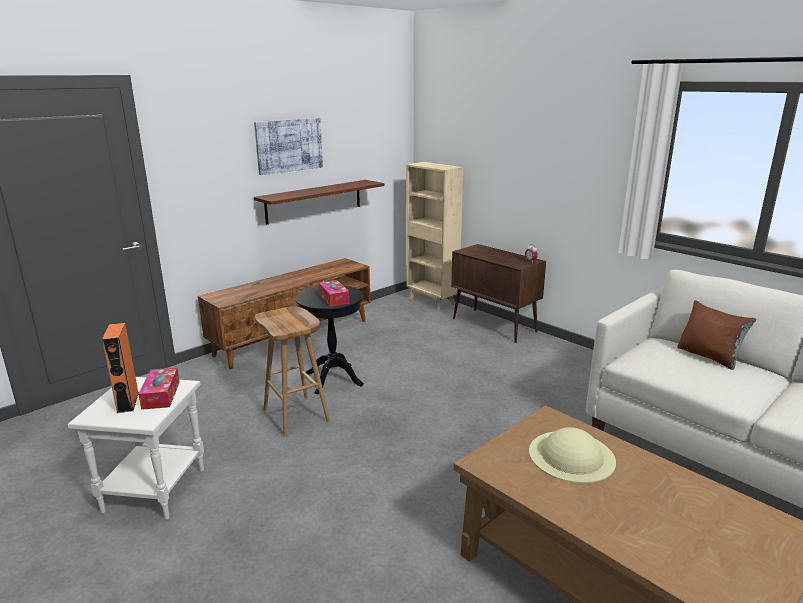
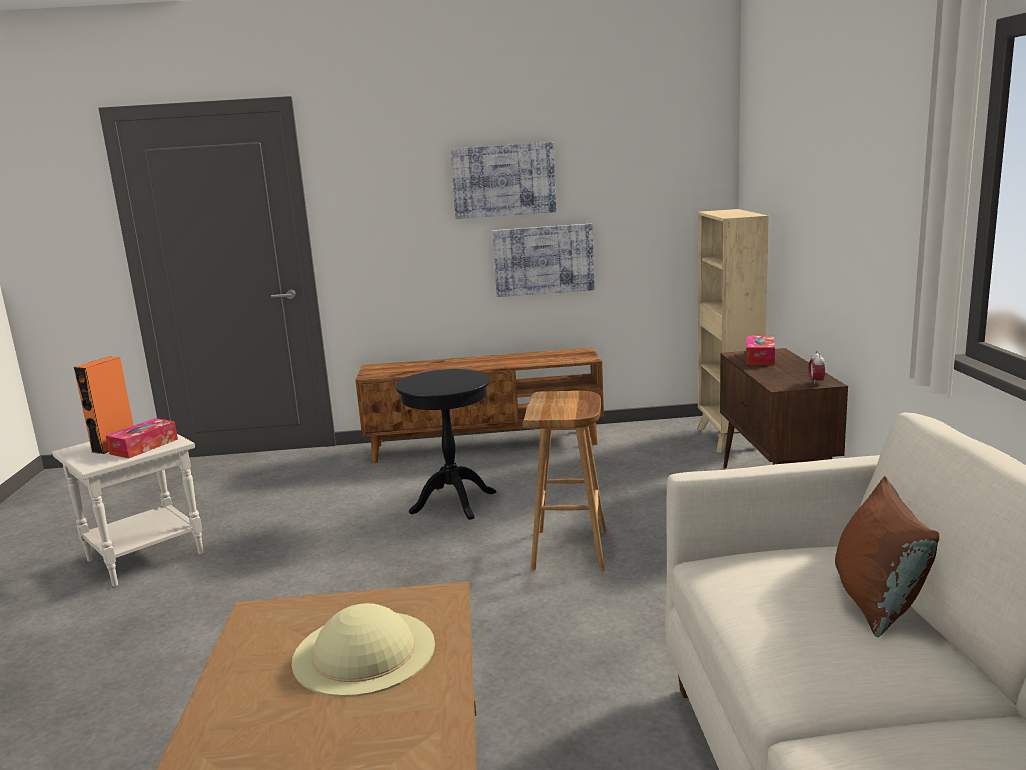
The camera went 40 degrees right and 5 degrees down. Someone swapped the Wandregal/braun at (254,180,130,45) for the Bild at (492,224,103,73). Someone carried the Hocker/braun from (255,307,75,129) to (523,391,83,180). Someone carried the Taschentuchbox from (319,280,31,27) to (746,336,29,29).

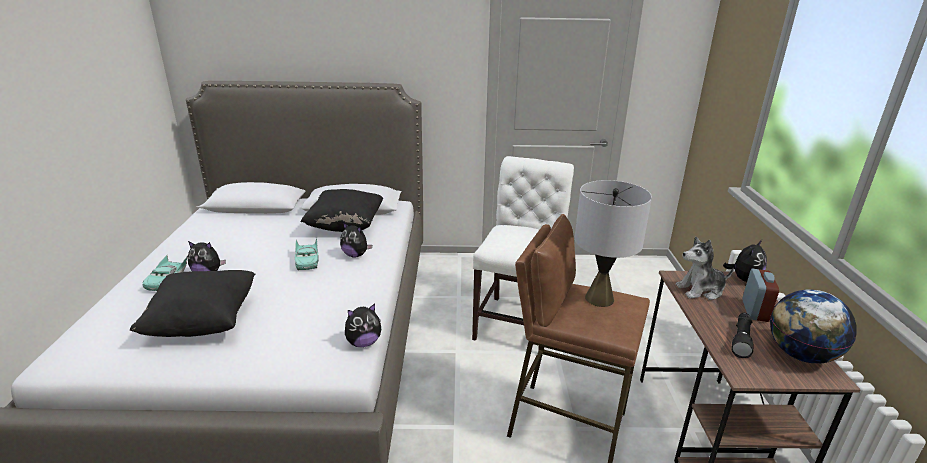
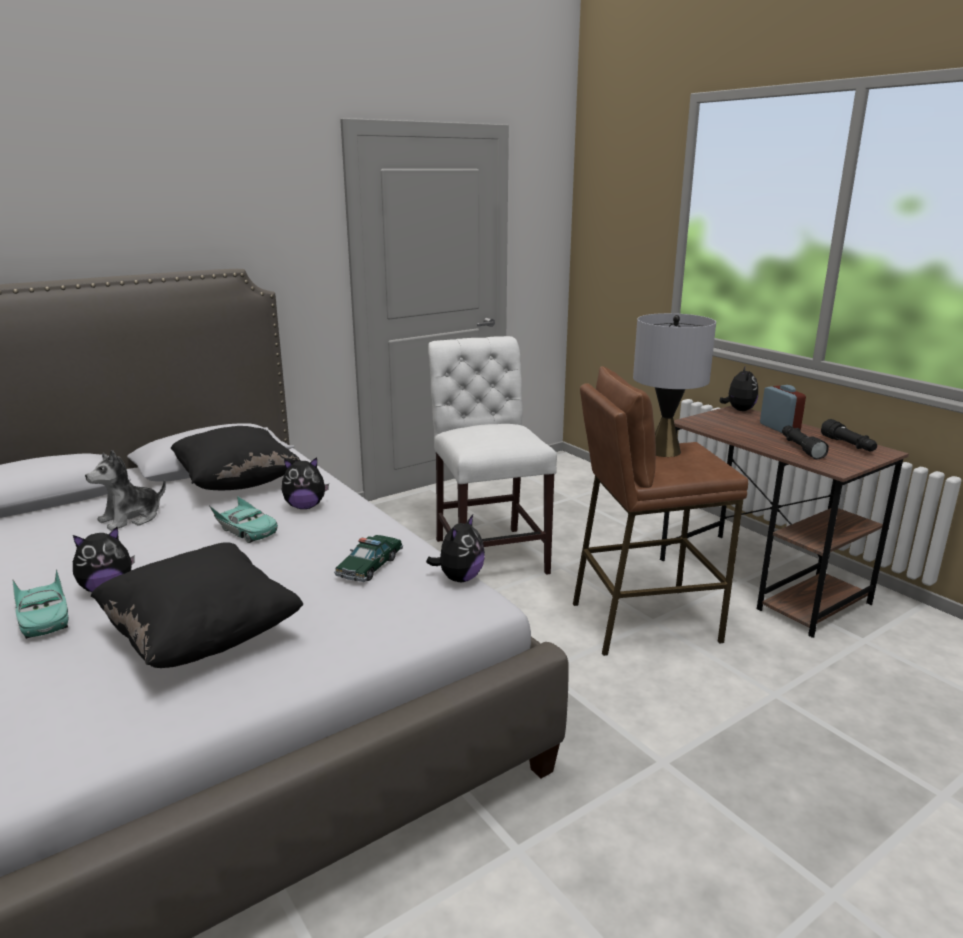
The camera went 35 degrees left and 5 degrees down. Someone carried the Plüschtier from (676,237,58,63) to (85,450,81,81). Someone swapped the Globus at (770,289,87,74) for the Taschenlampe/schwarz at (821,419,56,32). Someone put down the Spielzeugauto at (334,535,69,47).

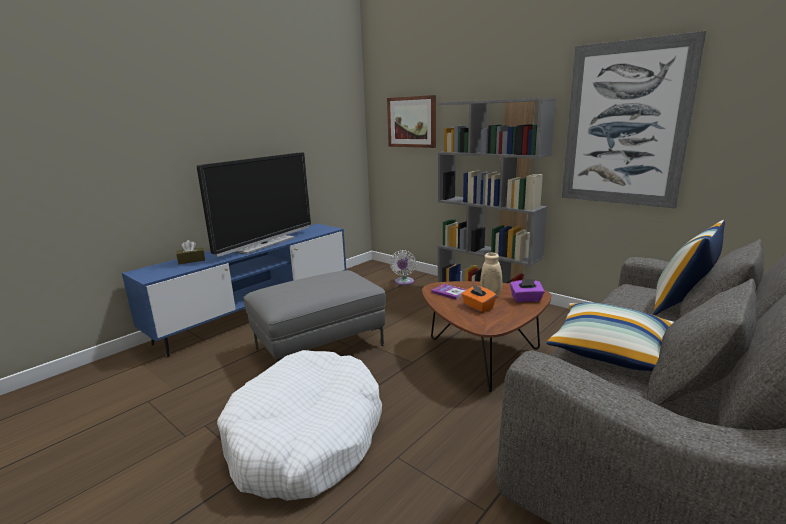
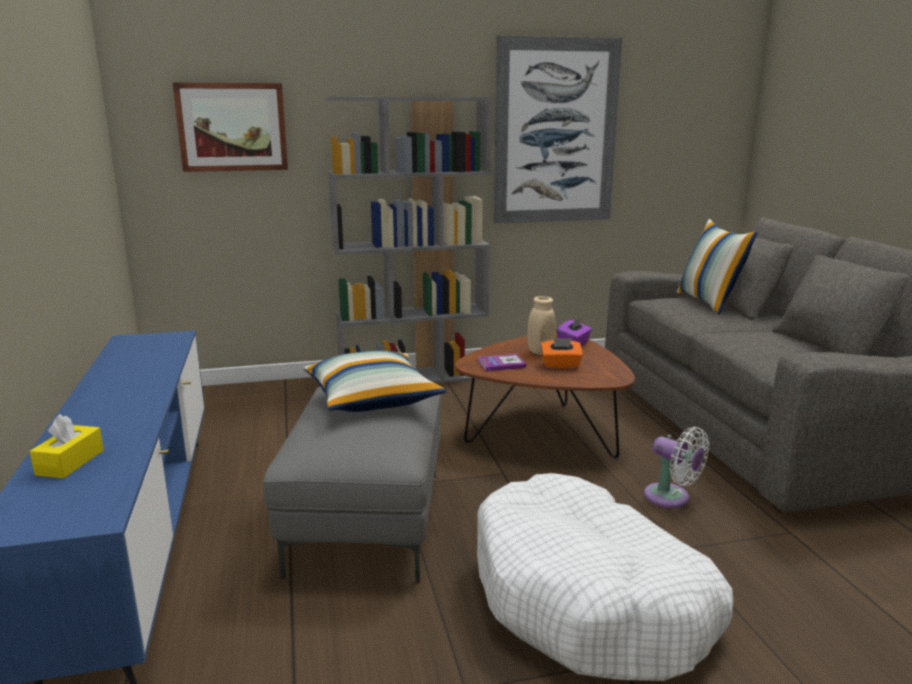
The camera went 55 degrees left and 0 degrees up. Someone repainted the Taschentuchbox/braun at (176,240,29,24), which became the Taschentuchbox/gelb at (30,414,74,65). Someone took away the Fernseher at (197,152,114,105). Someone carried the Ventilator/weiß from (390,250,26,35) to (644,427,65,81). Someone carried the Kissen from (546,303,128,68) to (304,351,143,61).

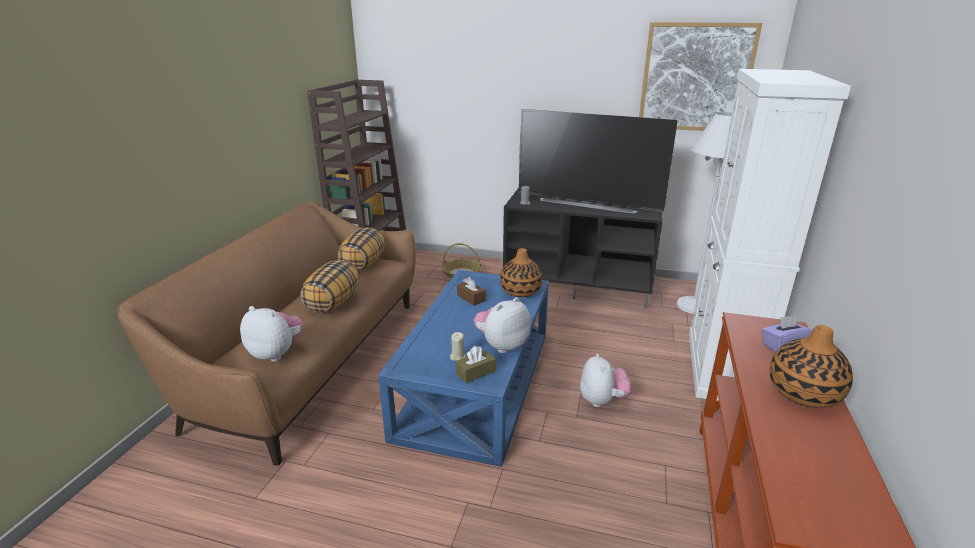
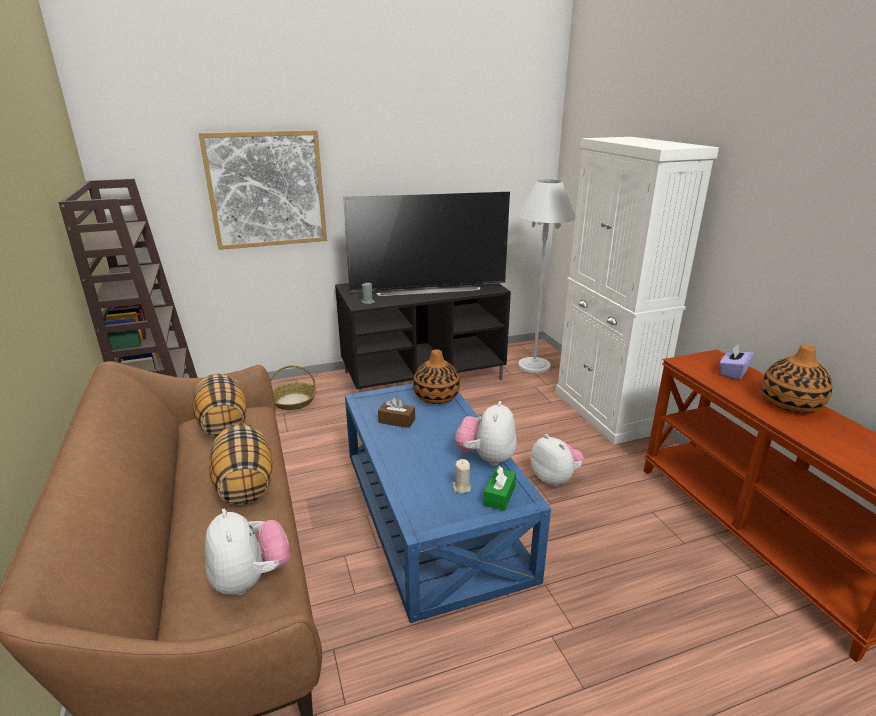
The camera went 35 degrees left and 0 degrees up. Someone rotated the Plüschtier at (240,306,63,56) by 75 degrees clockwise. Someone repainted the Taschentuchbox/braun at (456,346,40,37), which became the Taschentuchbox/grün at (484,466,32,45). Someone carried the Bild from (639,22,123,109) to (198,130,129,120).

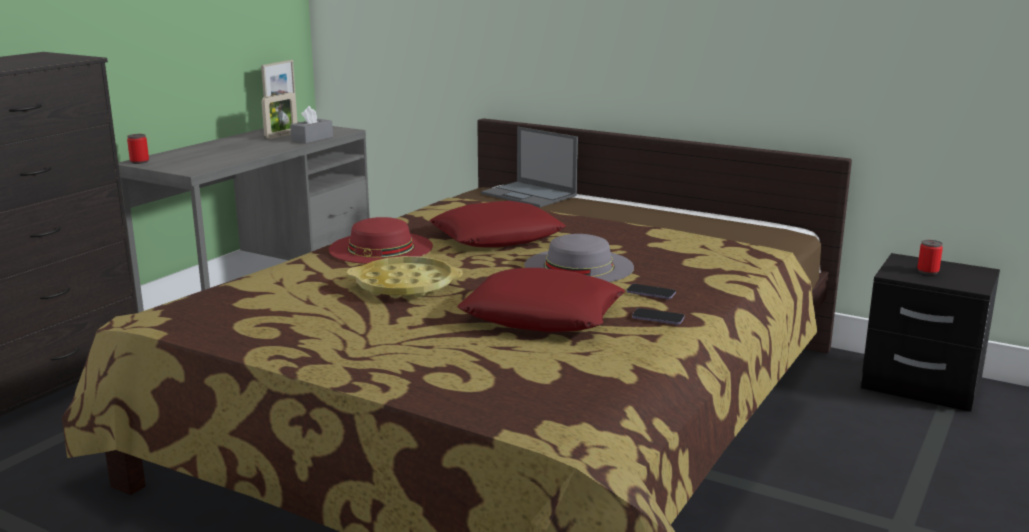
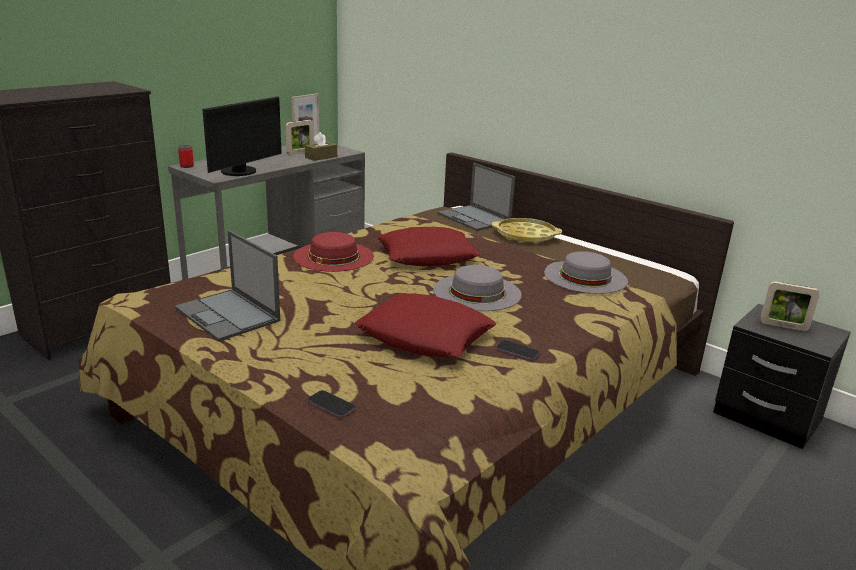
The camera went 10 degrees right and 5 degrees up. Someone repainted the Taschentuchbox/grau at (290,106,43,38), which became the Taschentuchbox/braun at (305,132,32,29). Someone carried the Tablett/gelb from (347,256,115,42) to (492,218,70,26). Someone carried the Handy from (626,284,50,15) to (308,390,48,28). Someone swapped the Dose at (917,240,26,35) for the Bilderrahmen at (760,281,60,50). Someone put down the Laptop at (175,230,105,111). Someone put down the Monitor at (202,96,80,80). Someone put down the Hut/grau at (544,251,84,43).

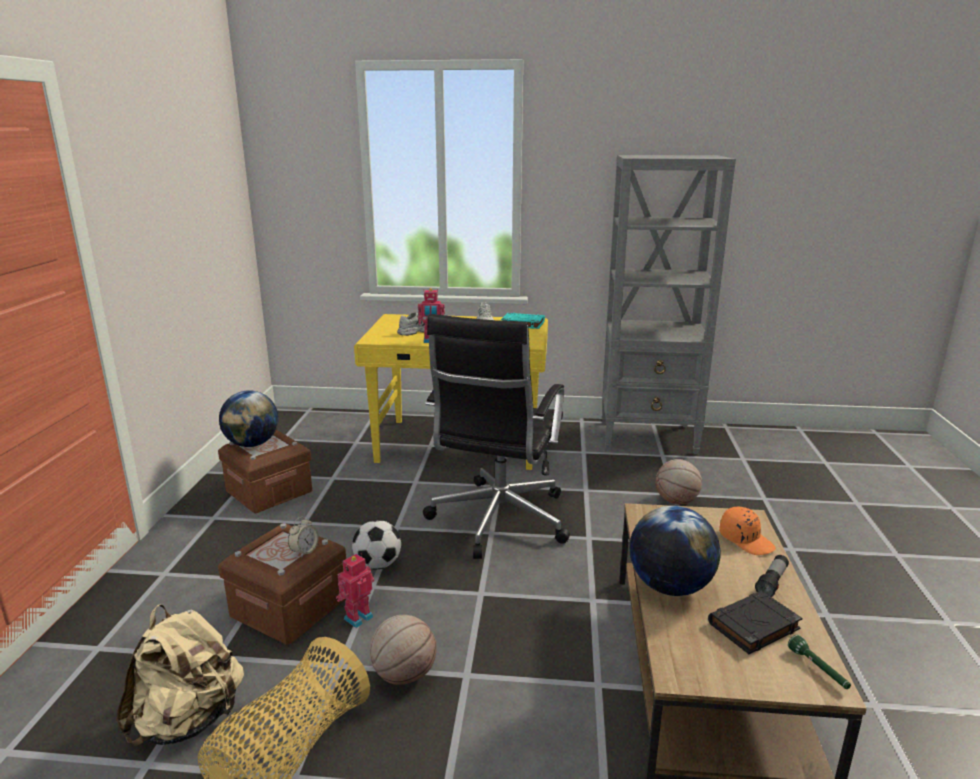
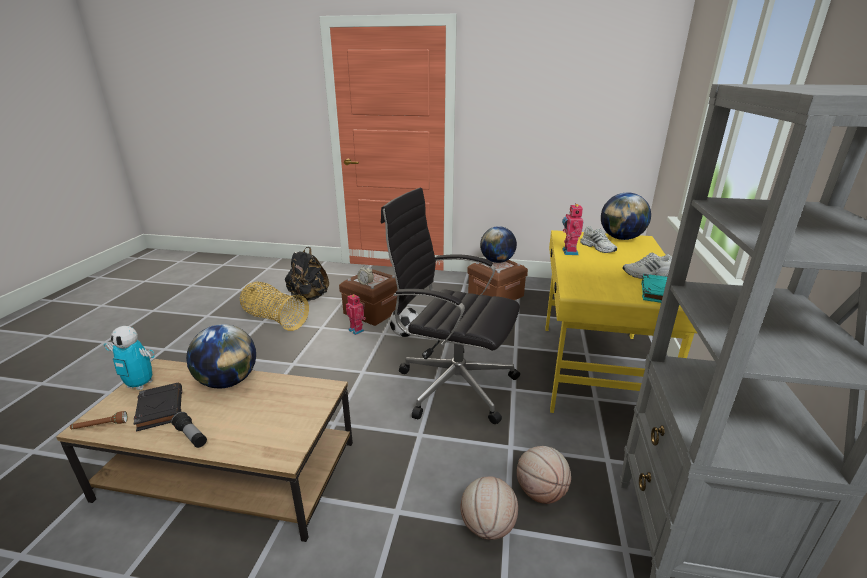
The camera went 95 degrees right and 5 degrees up. Someone repainted the Rucksack/beige at (117,604,127,142), which became the Rucksack/schwarz at (285,247,44,55). Someone carried the Basketball from (370,615,66,70) to (517,446,54,58). Someone took away the Kappe/orange at (719,507,57,48). Someone repainted the Taschenlampe/grün at (788,635,63,54), which became the Taschenlampe/braun at (70,411,58,18). Someone put down the Spielzeugroboter at (104,326,51,64). Someone put down the Globus at (601,192,50,48).

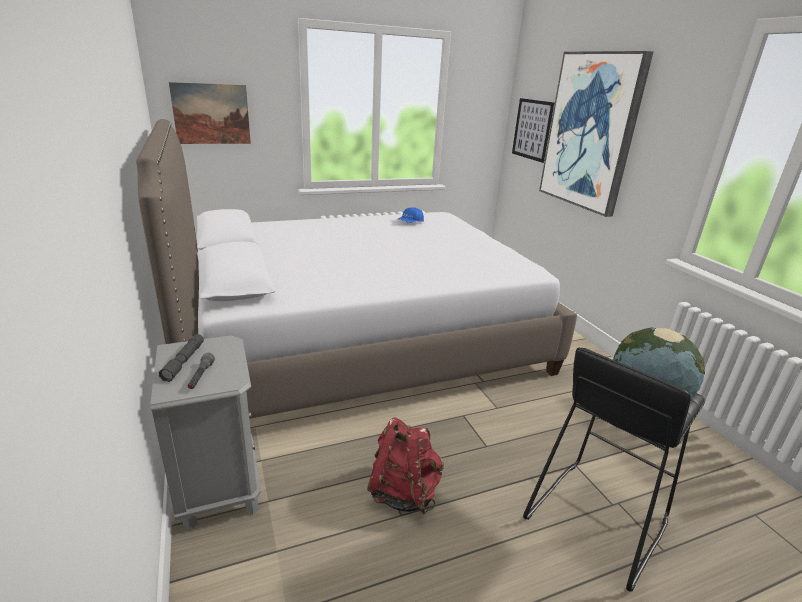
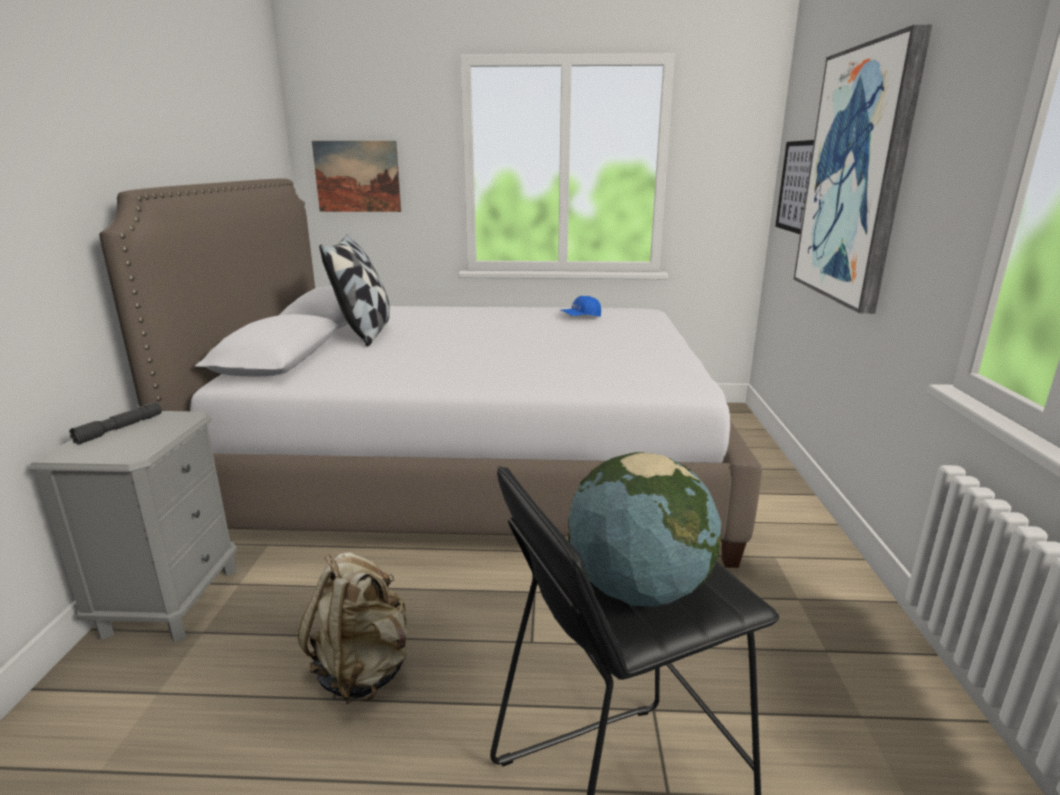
The camera went 25 degrees right and 5 degrees down. Someone took away the Taschenlampe/grau at (188,353,27,36). Someone repainted the Rucksack/rot at (367,417,77,98), which became the Rucksack/beige at (298,552,110,152). Someone put down the Kissen at (319,234,71,112).

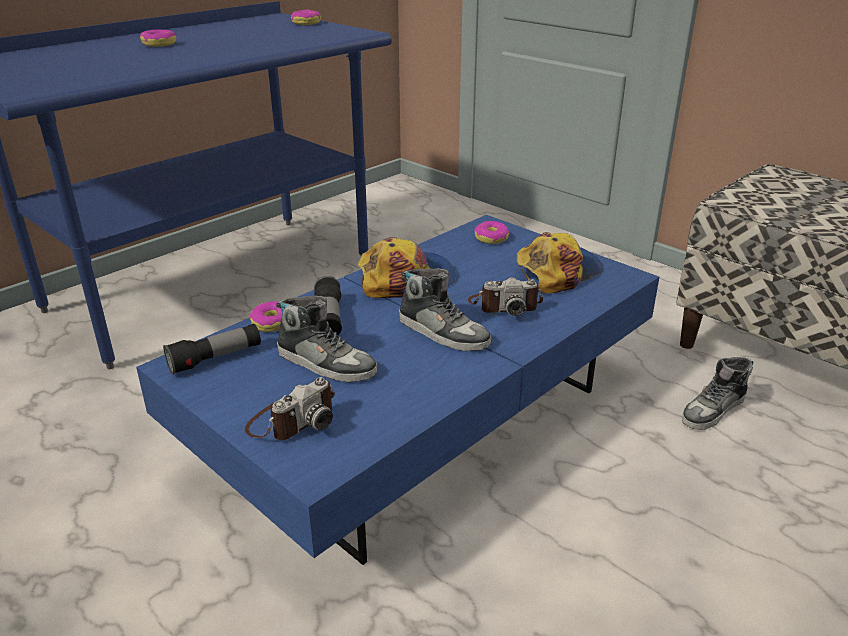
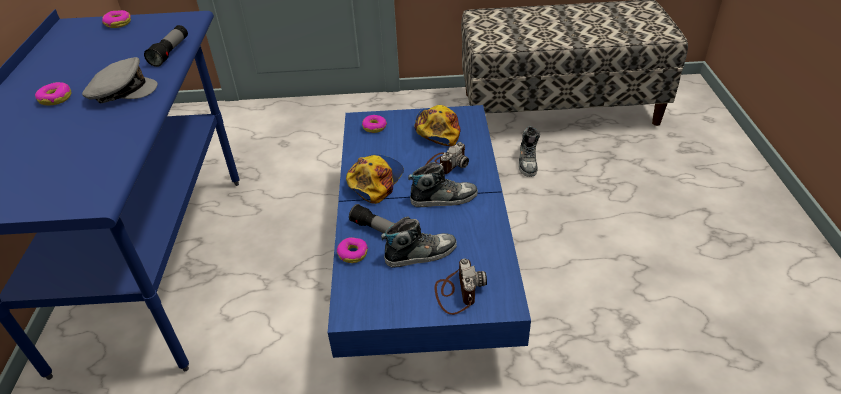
The camera went 45 degrees left and 10 degrees up. Someone carried the Taschenlampe from (163,324,98,51) to (144,25,44,42). Someone put down the Kappe/grau at (82,57,76,46).

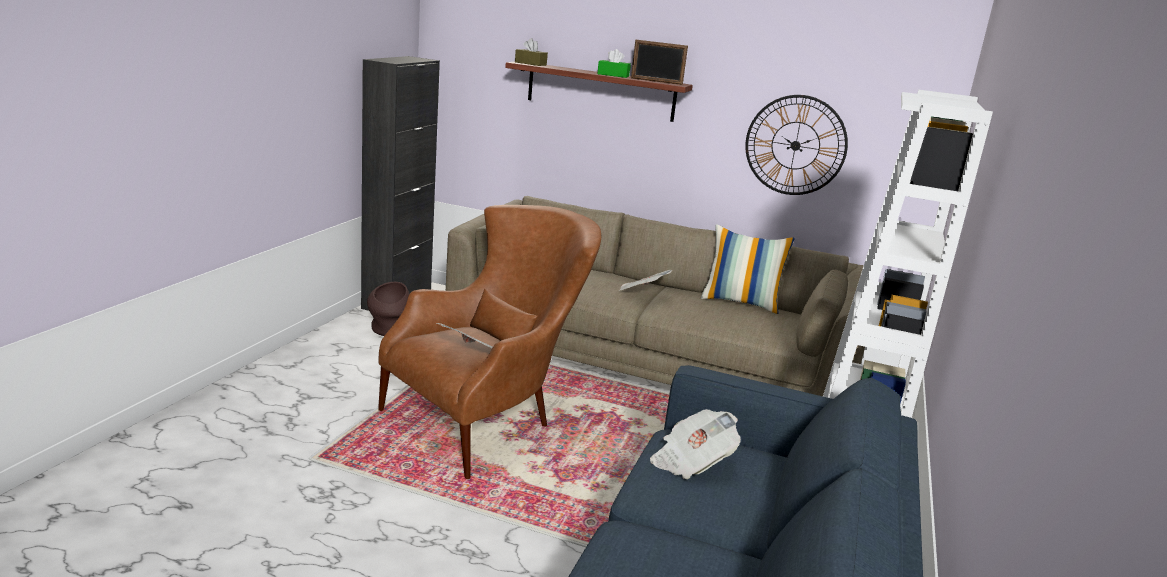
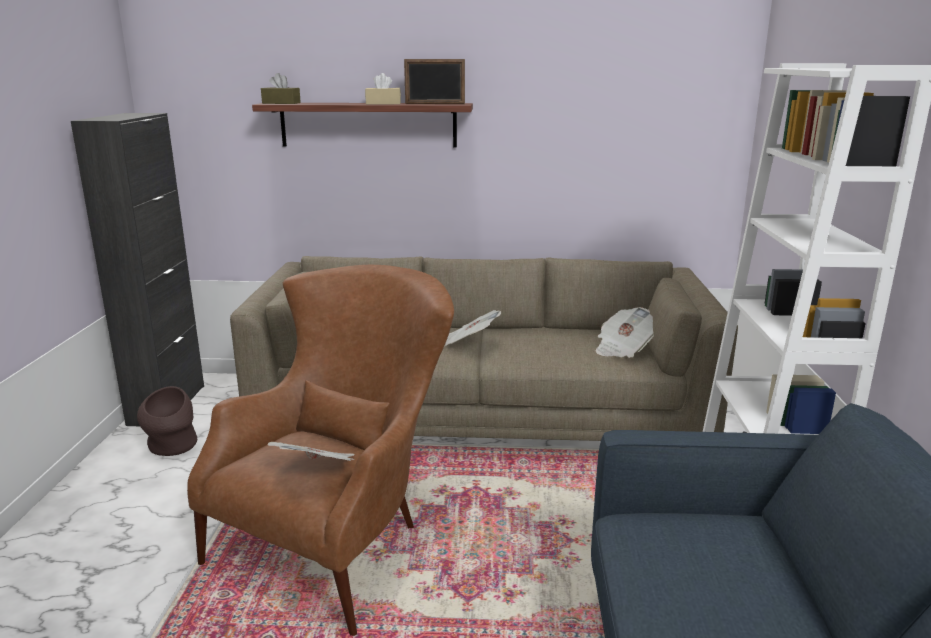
The camera went 15 degrees left and 0 degrees up. Someone repainted the Taschentuchbox/grün at (597,49,34,29), which became the Taschentuchbox/beige at (365,73,36,31). Someone carried the Zeitung from (650,409,91,70) to (596,307,58,51). Someone took away the Kissen at (701,224,94,90). Someone took away the Wanduhr at (745,95,103,100).

